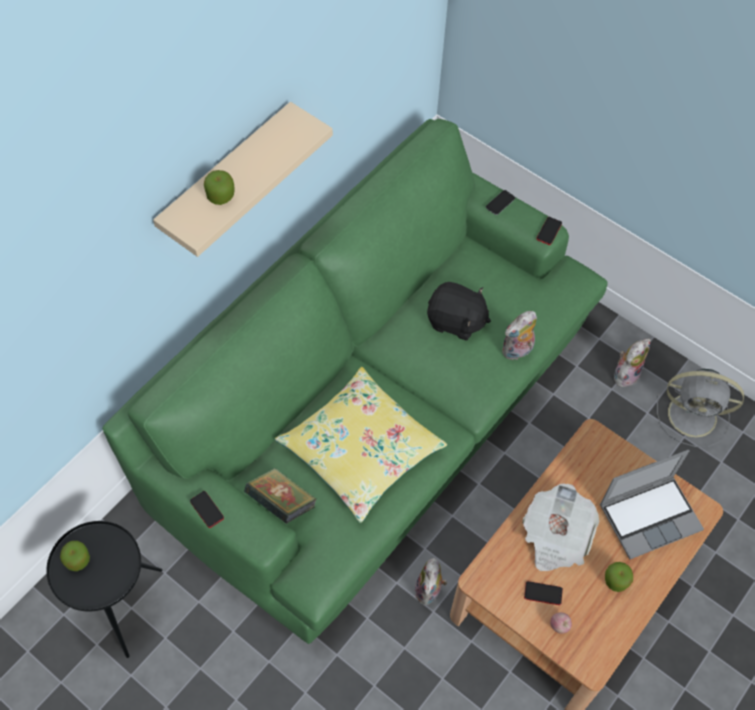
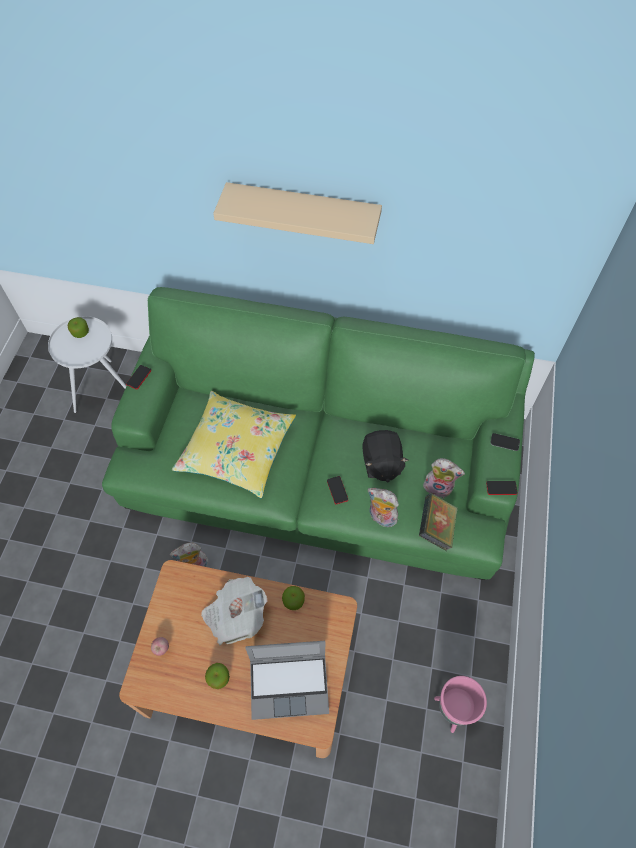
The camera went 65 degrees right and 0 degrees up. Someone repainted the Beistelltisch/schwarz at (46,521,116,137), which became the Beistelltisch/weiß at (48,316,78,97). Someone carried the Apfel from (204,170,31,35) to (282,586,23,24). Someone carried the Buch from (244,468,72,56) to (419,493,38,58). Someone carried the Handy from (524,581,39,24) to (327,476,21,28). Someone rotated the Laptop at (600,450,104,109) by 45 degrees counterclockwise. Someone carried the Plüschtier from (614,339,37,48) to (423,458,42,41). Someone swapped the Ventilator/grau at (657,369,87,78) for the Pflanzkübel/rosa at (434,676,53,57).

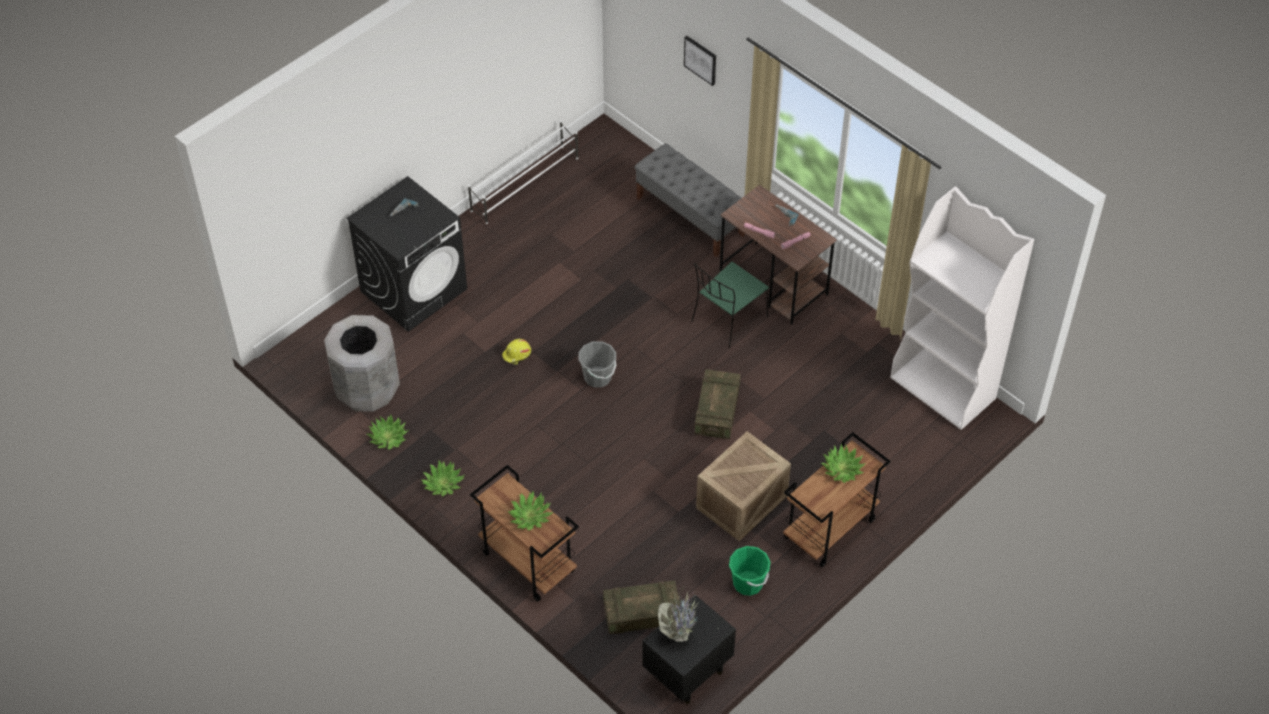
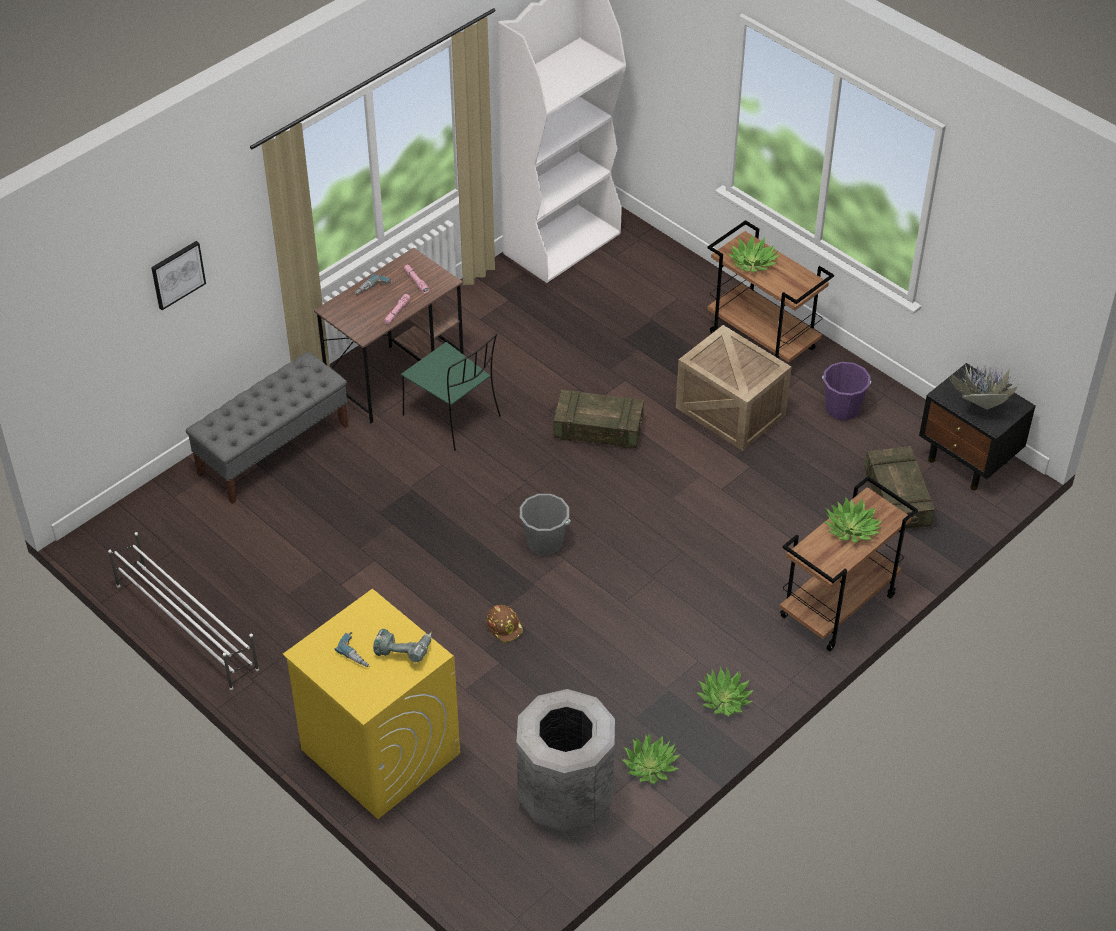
The camera went 90 degrees left and 5 degrees down. Someone repainted the Waschmaschine/schwarz at (347,176,120,156), which became the Waschmaschine/gelb at (283,589,177,230). Someone repainted the Schutzhelm/gelb at (502,339,29,26), which became the Schutzhelm/braun at (486,605,37,38). Someone repainted the Eimer/grün at (729,546,42,50), which became the Eimer/lila at (822,362,49,58). Someone put down the Bohrmaschine at (373,629,59,34).

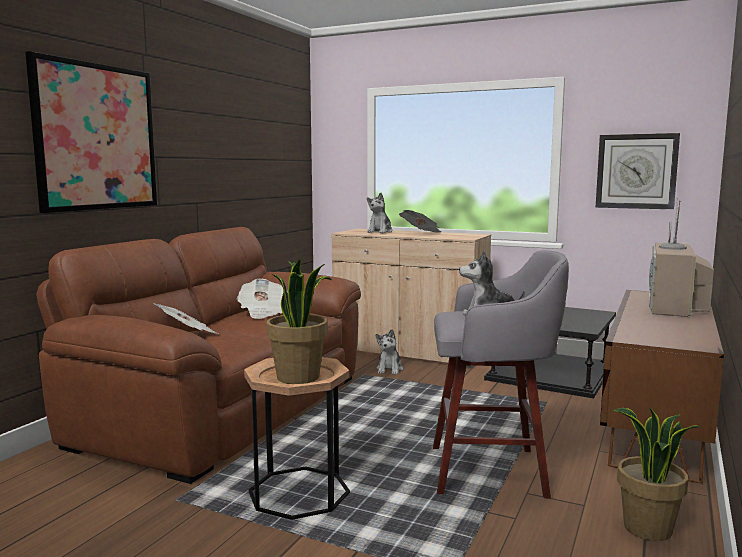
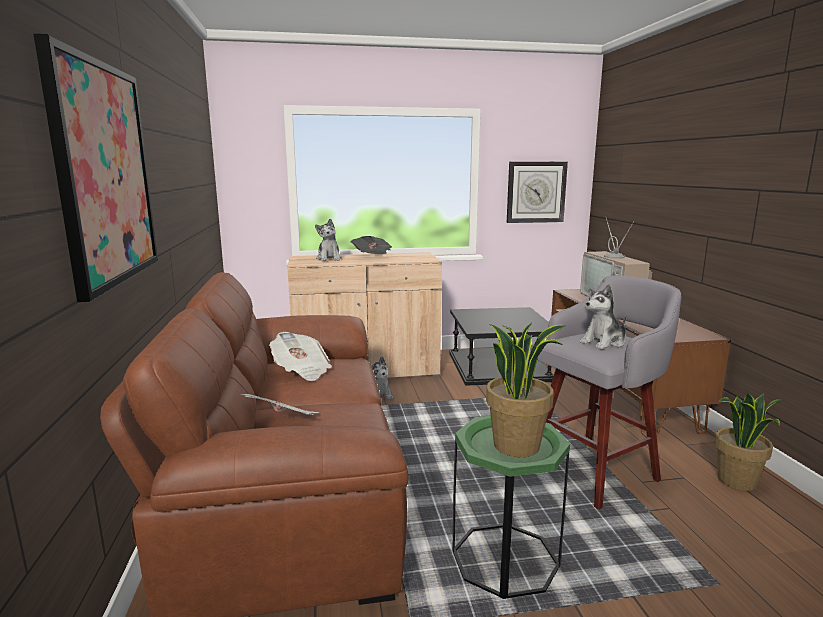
The camera went 35 degrees left and 5 degrees up. Someone repainted the Beistelltisch/braun at (244,357,106,163), which became the Beistelltisch/grün at (453,416,117,183).

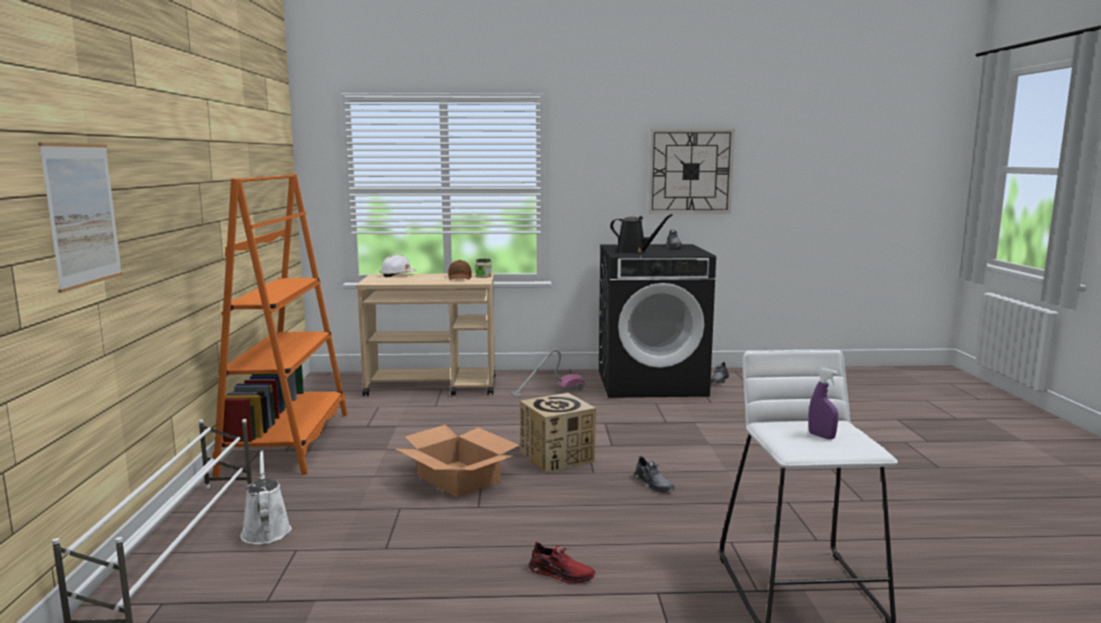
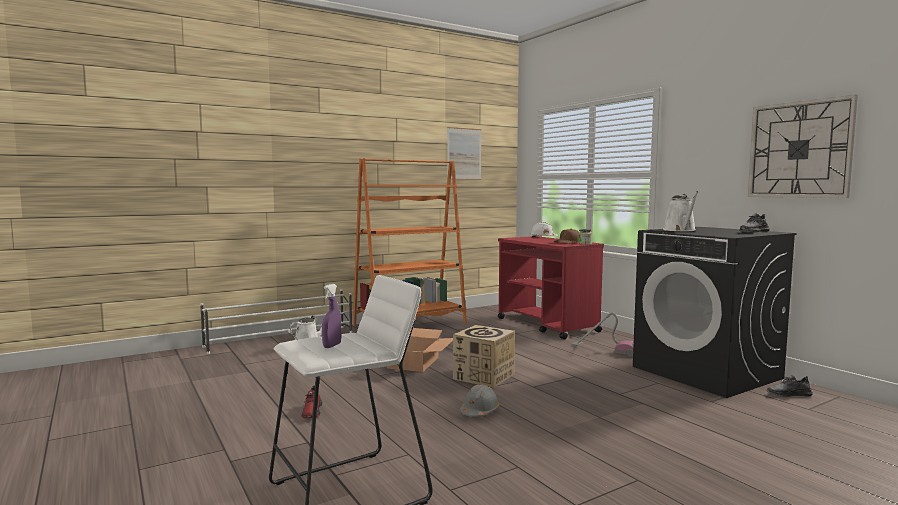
The camera went 60 degrees right and 5 degrees down. Someone carried the Bild from (38,143,84,150) to (447,127,35,53). Someone repainted the Rollwagen/beige at (356,273,139,123), which became the Rollwagen/rot at (498,236,106,103). Someone repainted the Gießkanne/schwarz at (610,214,63,40), which became the Gießkanne/weiß at (663,191,35,40). Someone swapped the Schuh/grau at (634,456,41,36) for the Schutzhelm/grau at (460,385,39,32).

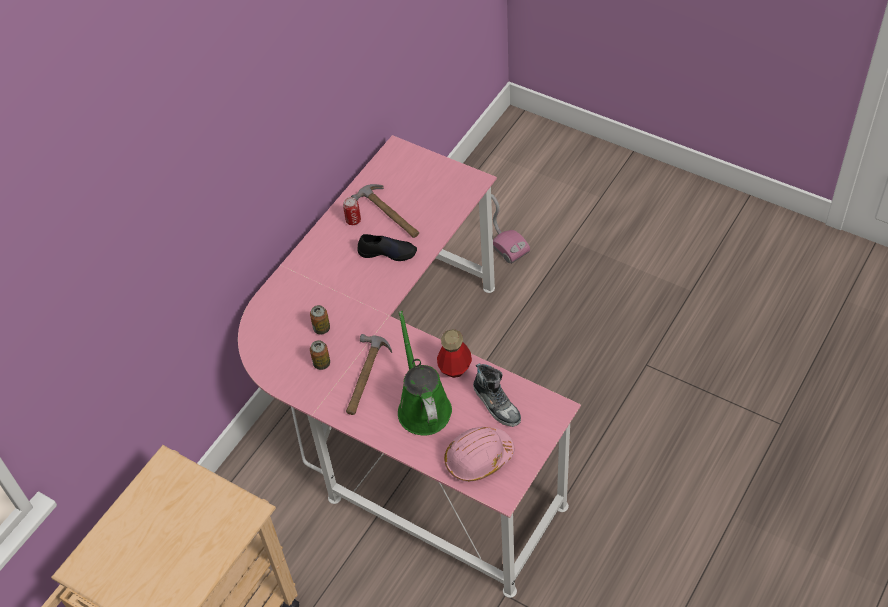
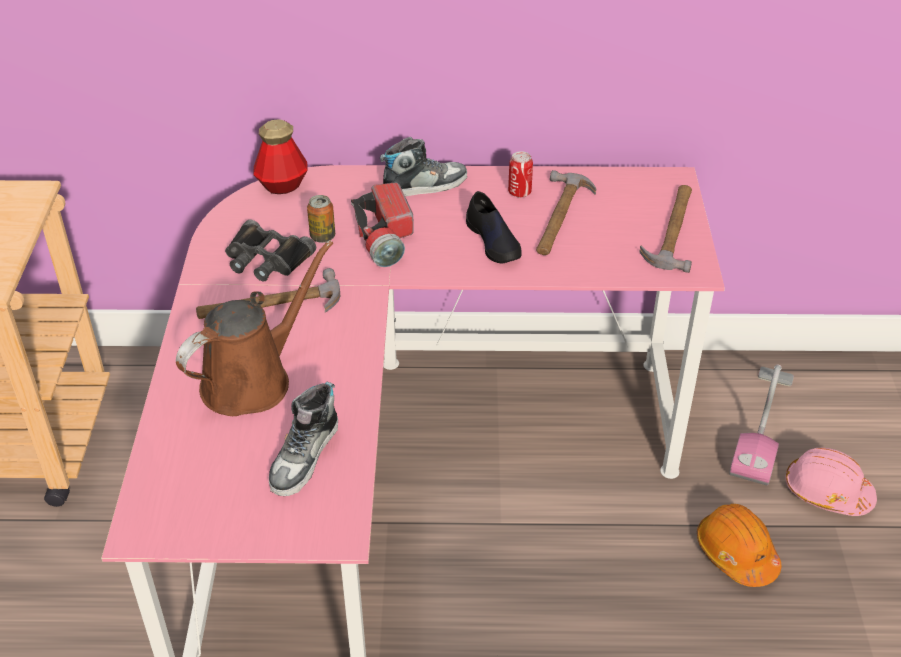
The camera went 55 degrees right and 10 degrees down. Someone swapped the Dose at (310,340,20,30) for the Fernglas/schwarz at (225,220,91,61). Someone repainted the Gießkanne/grün at (398,311,54,125), which became the Gießkanne/braun at (176,240,157,176). Someone carried the Flasche from (437,329,35,49) to (253,120,54,74). Someone carried the Schutzhelm/rosa from (444,427,70,55) to (785,448,92,68). Someone put down the Taschenlampe at (351,182,63,85). Someone put down the Schuh at (380,137,87,60). Someone put down the Hammer at (639,185,53,88). Someone put down the Schutzhelm/orange at (697,504,85,83).

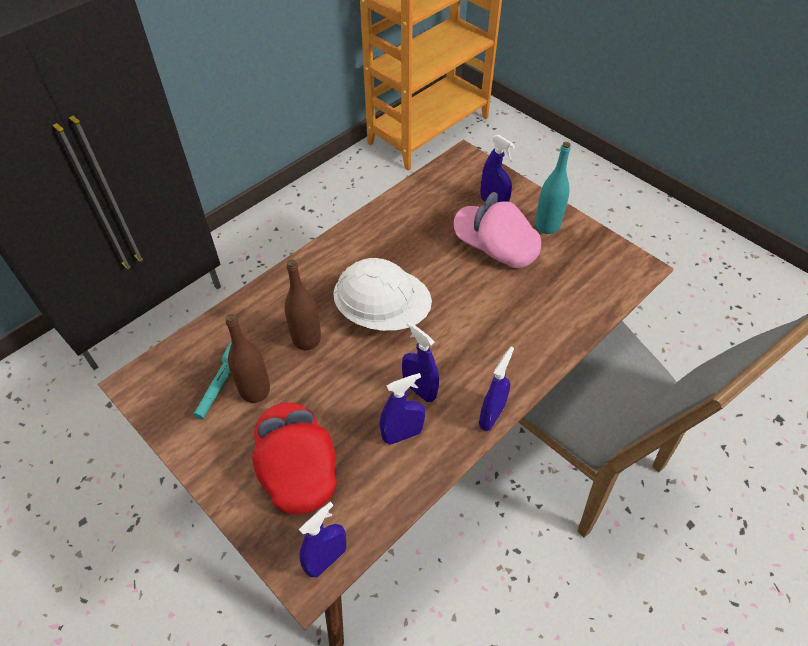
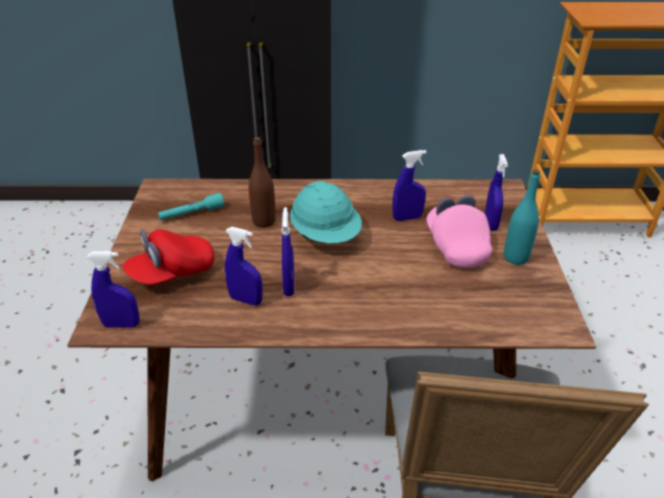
The camera went 45 degrees right and 15 degrees down. Someone took away the Flasche/braun at (226,314,44,89). Someone rotated the Kappe/rot at (252,402,85,112) by 150 degrees counterclockwise. Someone repainted the Schutzhelm/weiß at (333,258,99,73), which became the Schutzhelm/türkis at (290,181,72,62). Someone carried the Sprühflasche/blau from (479,347,35,84) to (392,150,35,71).

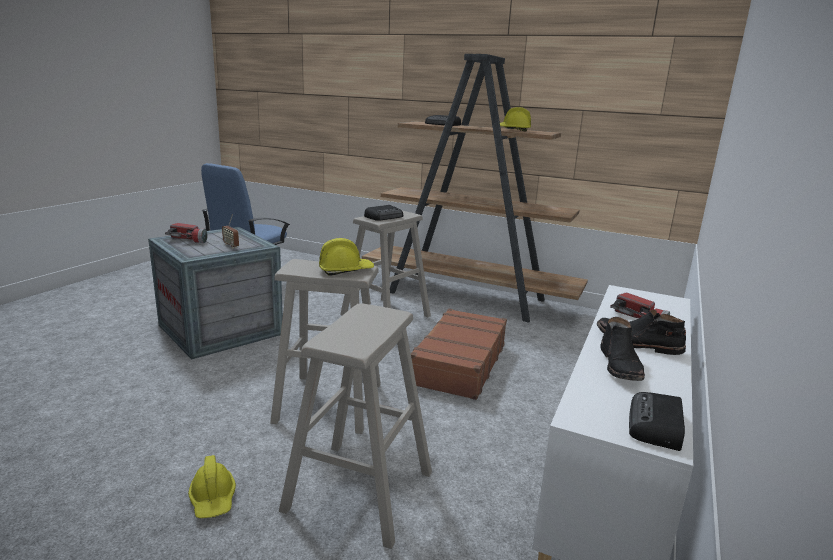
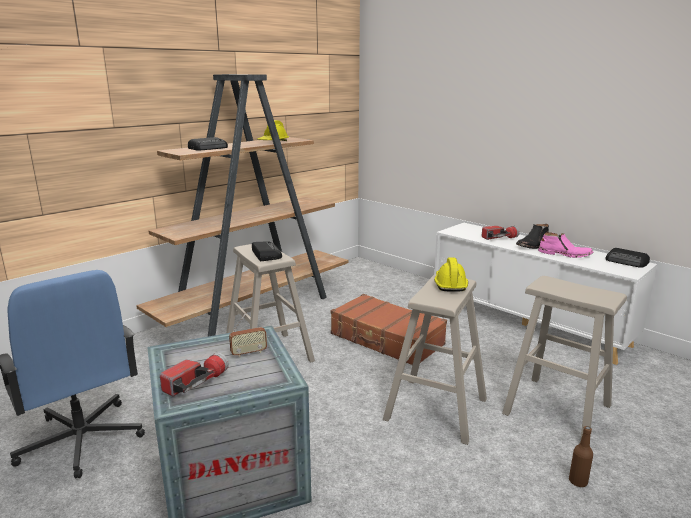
The camera went 70 degrees left and 0 degrees up. Someone swapped the Schutzhelm/gelb at (188,455,48,63) for the Flasche/braun at (569,426,24,61). Someone repainted the Stiefel/schwarz at (600,317,45,64), which became the Stiefel/rosa at (538,232,55,26).

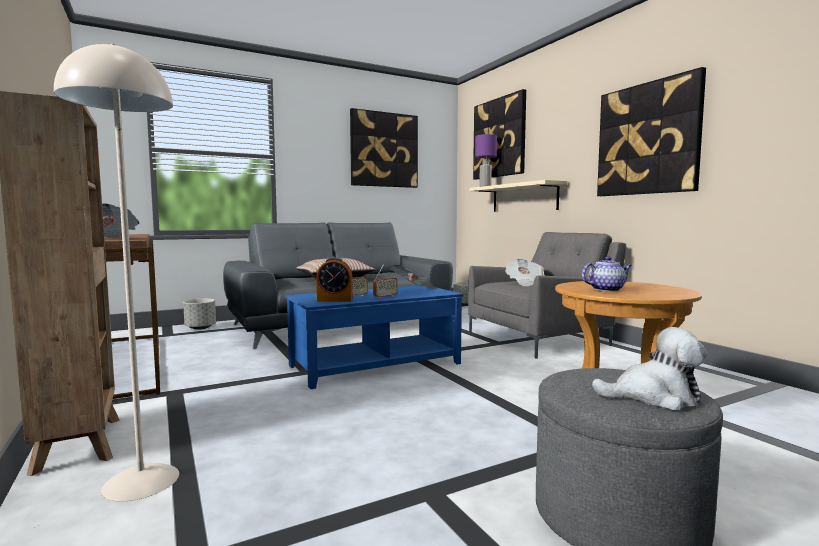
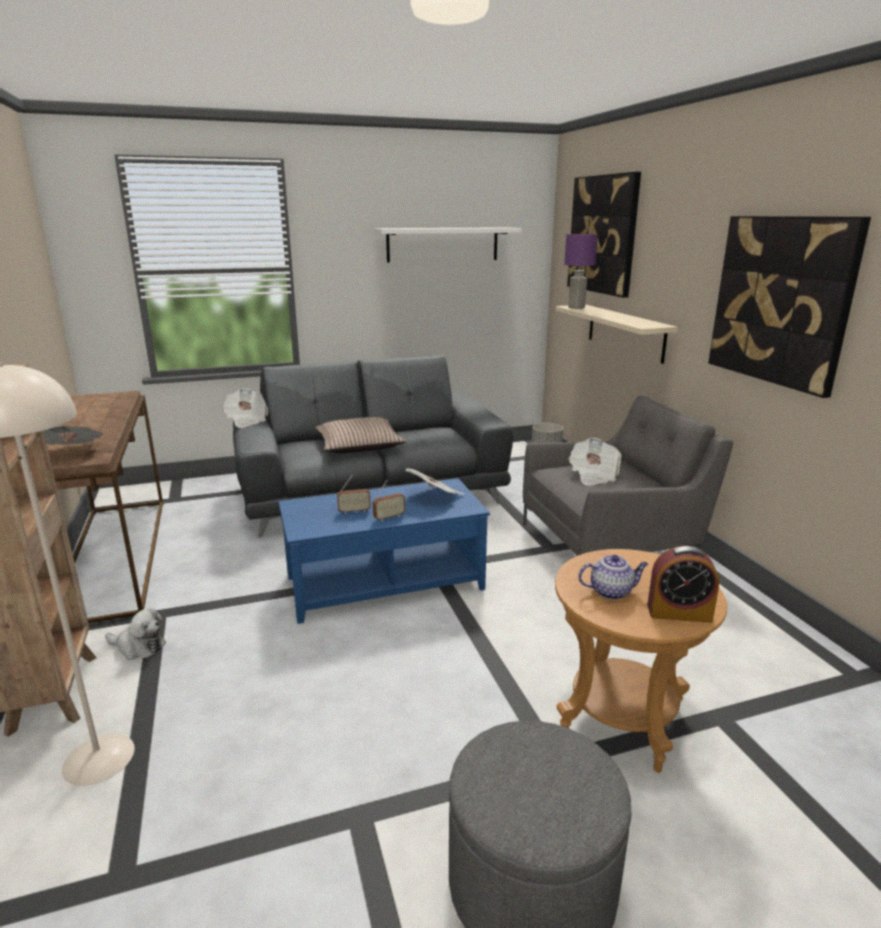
The camera went 10 degrees right and 15 degrees up. Someone took away the Pflanzkübel/grau at (183,299,33,31). Someone carried the Wecker from (316,257,37,45) to (647,546,72,77). Someone swapped the Bild at (350,108,68,80) for the Wandregal/weiß at (374,227,147,35). Someone carried the Plüschtier from (592,327,116,83) to (105,608,61,52). Someone put down the Zeitung at (222,389,46,39).

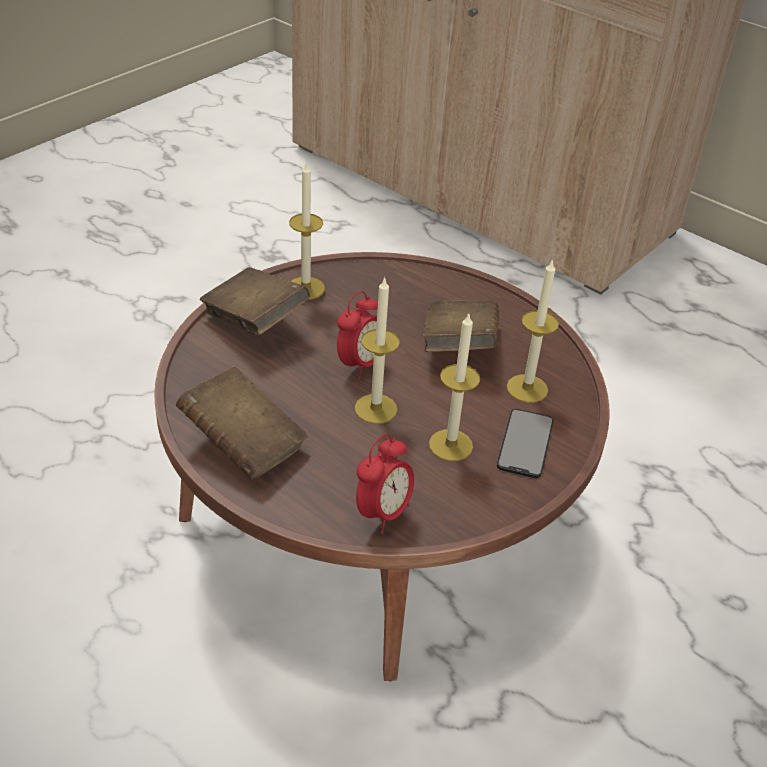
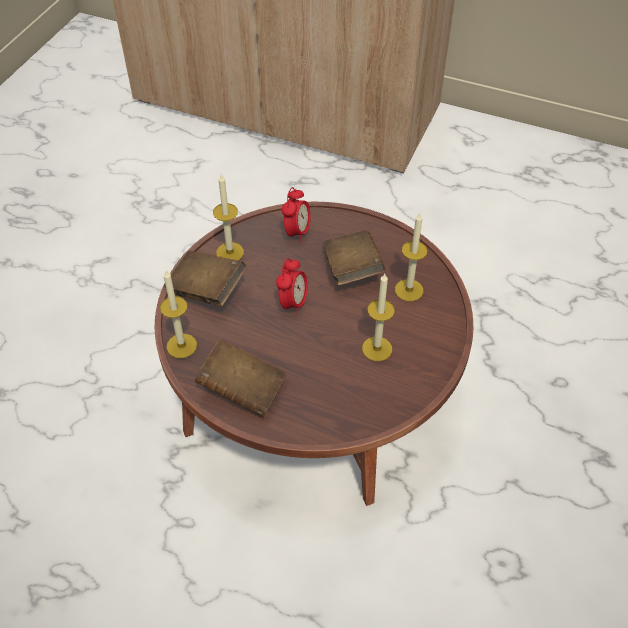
The camera went 15 degrees left and 10 degrees up. Someone carried the Kerze from (355,277,45,147) to (160,270,37,88). Someone carried the Wecker from (356,434,58,100) to (282,187,29,56). Someone took away the Handy at (497,409,57,69).

